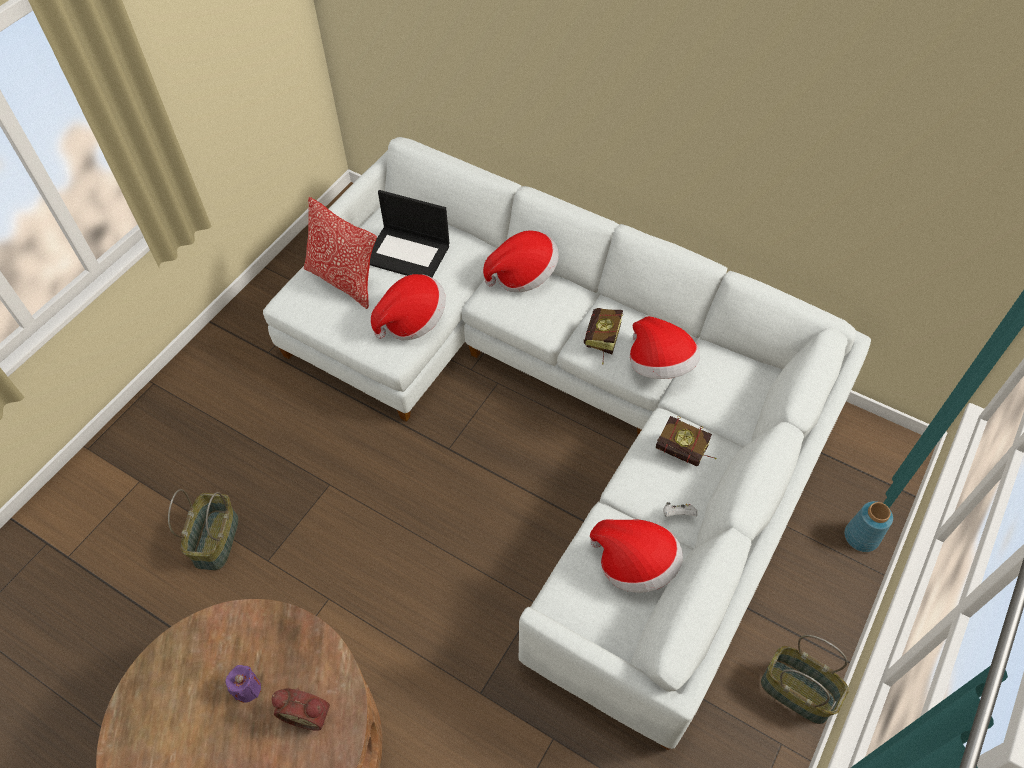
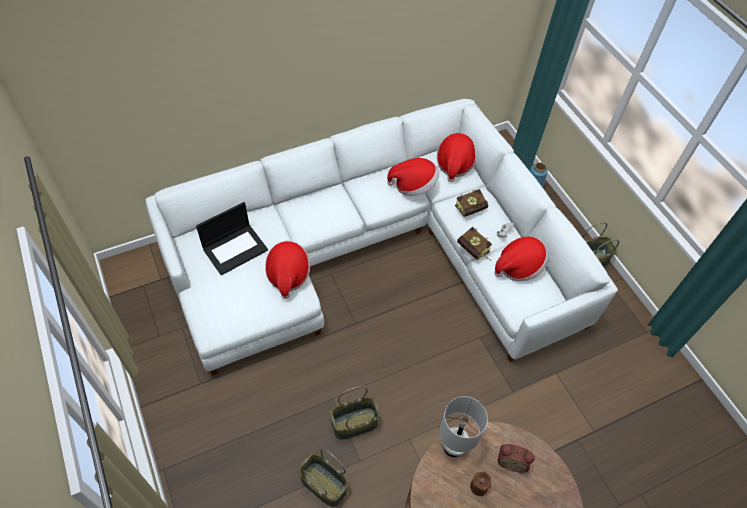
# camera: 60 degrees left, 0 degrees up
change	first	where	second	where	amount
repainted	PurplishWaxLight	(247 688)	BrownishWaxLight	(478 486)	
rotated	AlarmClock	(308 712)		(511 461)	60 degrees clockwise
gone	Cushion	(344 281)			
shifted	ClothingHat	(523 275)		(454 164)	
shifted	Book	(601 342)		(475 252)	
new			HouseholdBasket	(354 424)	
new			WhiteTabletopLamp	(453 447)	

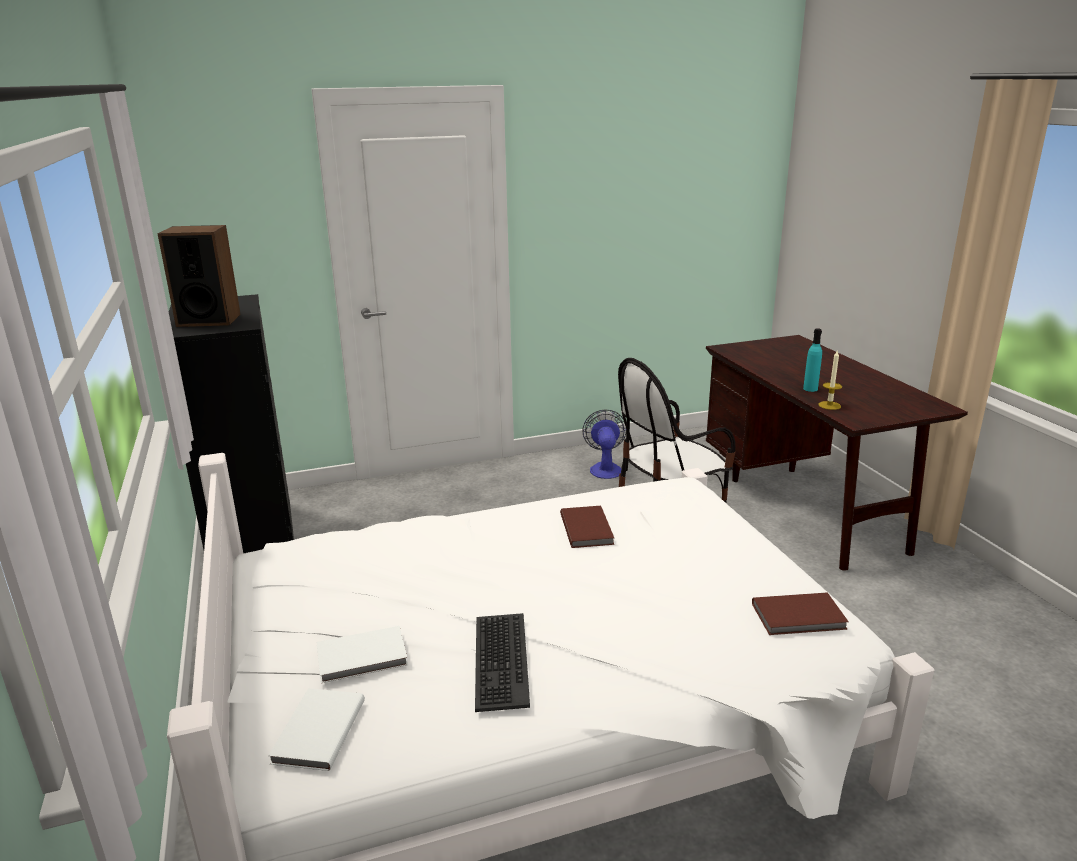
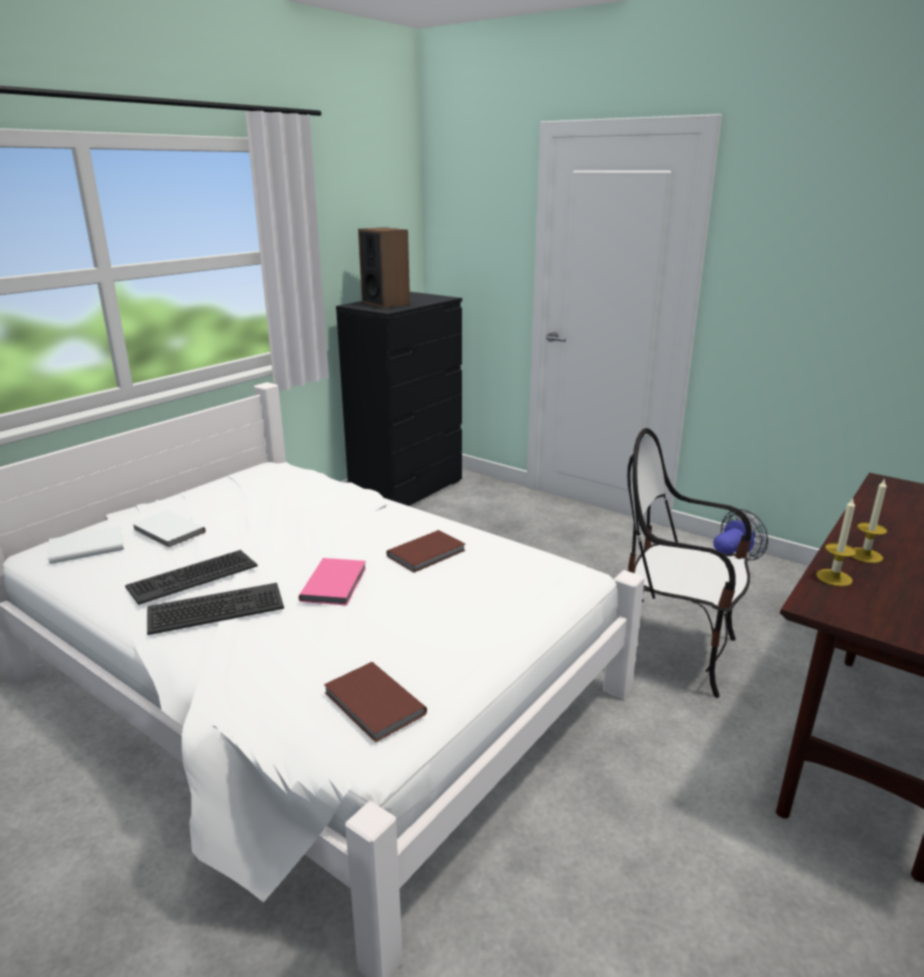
# camera: 55 degrees right, 0 degrees up
change	first	where	second	where	amount
swapped	BlueGreenBeverageBottle	(810 389)	WaxLight	(865 555)	
new			PcKeyboard	(216 610)	
new			PinkColouredBook	(336 583)	

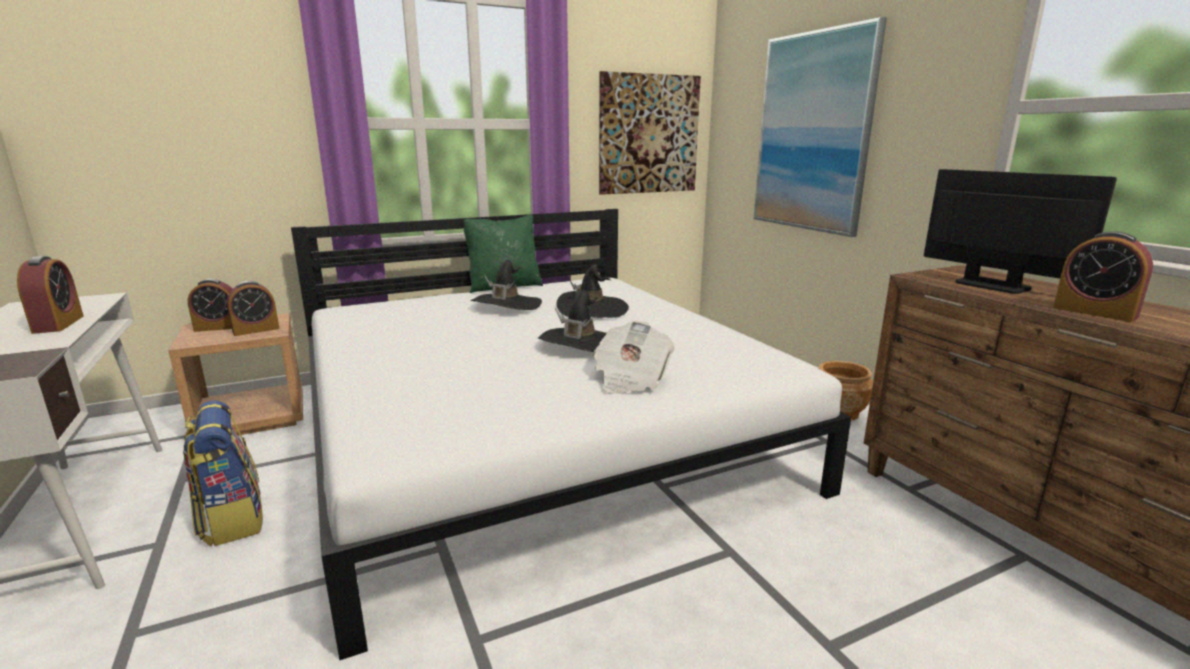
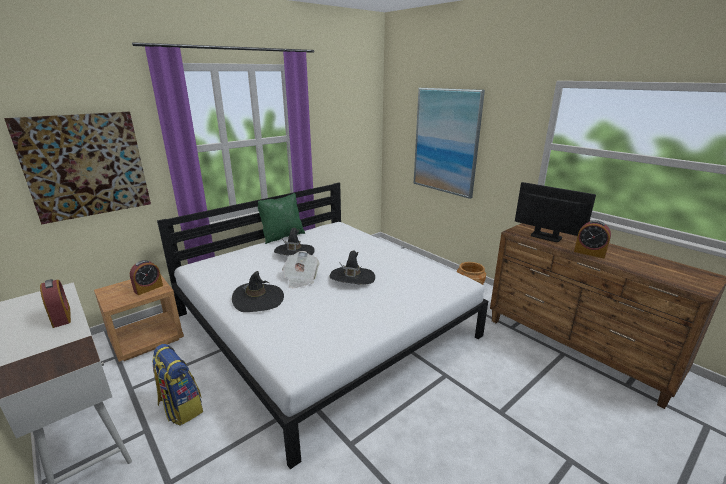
# camera: 15 degrees left, 5 degrees up
change	first	where	second	where	amount
gone	AlarmClock	(218 327)			
shifted	BlackColouredClothingHat	(592 309)		(258 299)	
shifted	PrintedPaper	(630 378)		(300 279)	
shifted	WallPicture	(649 134)		(86 166)	

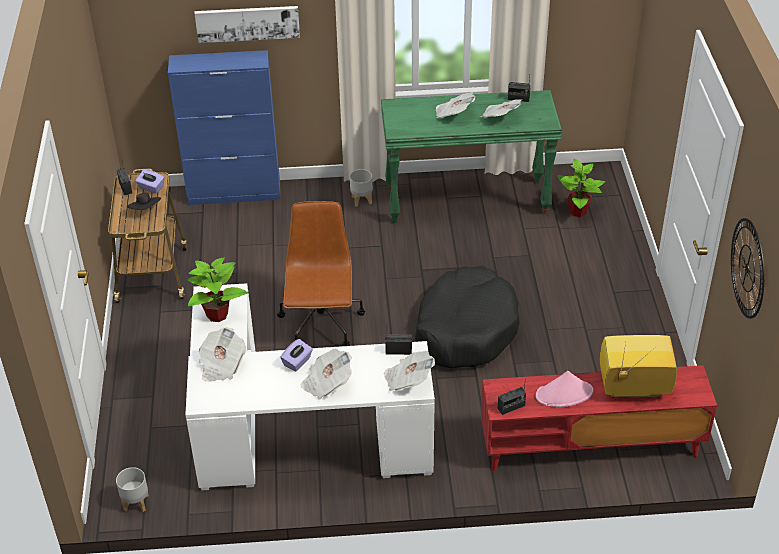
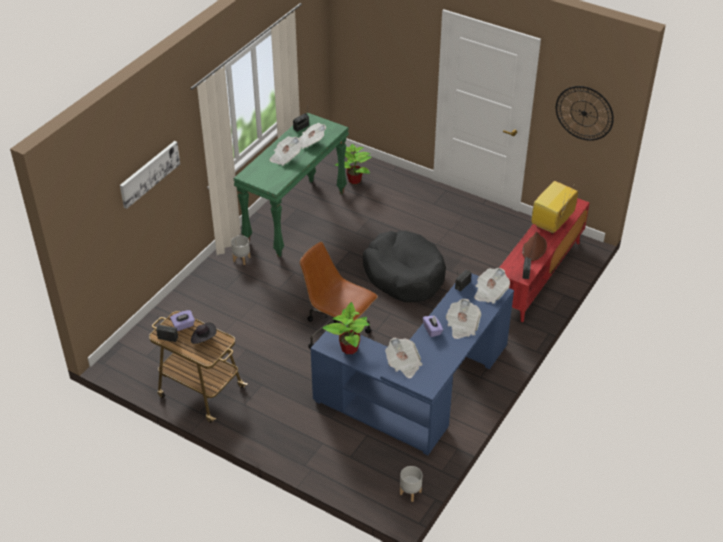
# camera: 55 degrees left, 0 degrees up
change	first	where	second	where	amount
gone	BluishStorageCabinet	(235 193)			
repainted	WhiteDeskUnit	(291 437)	BluishDeskUnit	(421 393)	
repainted	PinkColouredClothingHat	(564 394)	BrownishClothingHat	(534 248)	

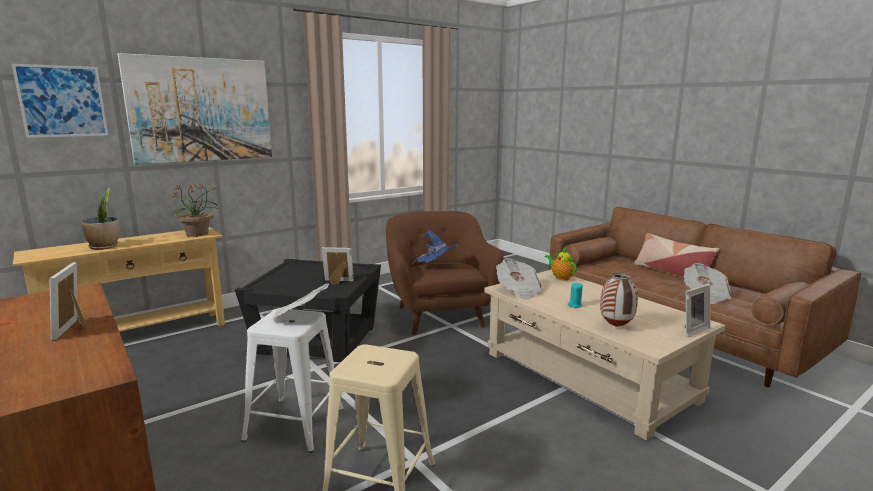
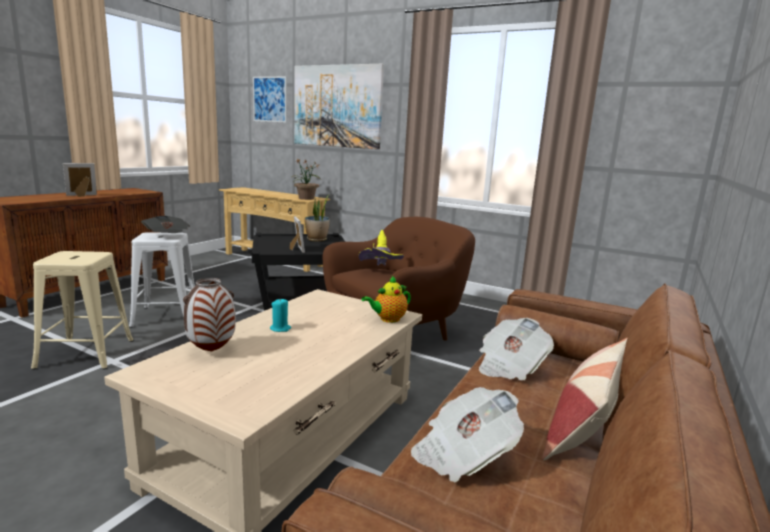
# camera: 65 degrees right, 0 degrees up
change	first	where	second	where	amount
shifted	PottedPlant	(104 247)		(317 239)	
repainted	BluishClothingHat	(437 267)	YellowishClothingHat	(380 273)	
shifted	PrintedPaper	(518 291)		(509 366)	
rotated	TeaPot	(561 277)		(388 319)	150 degrees counterclockwise
gone	PhotoFrame	(691 330)			

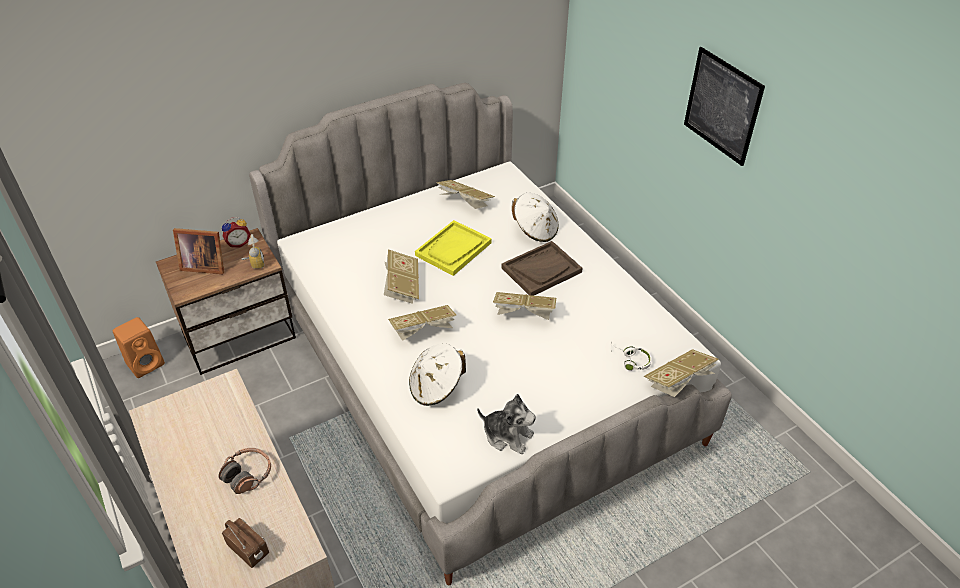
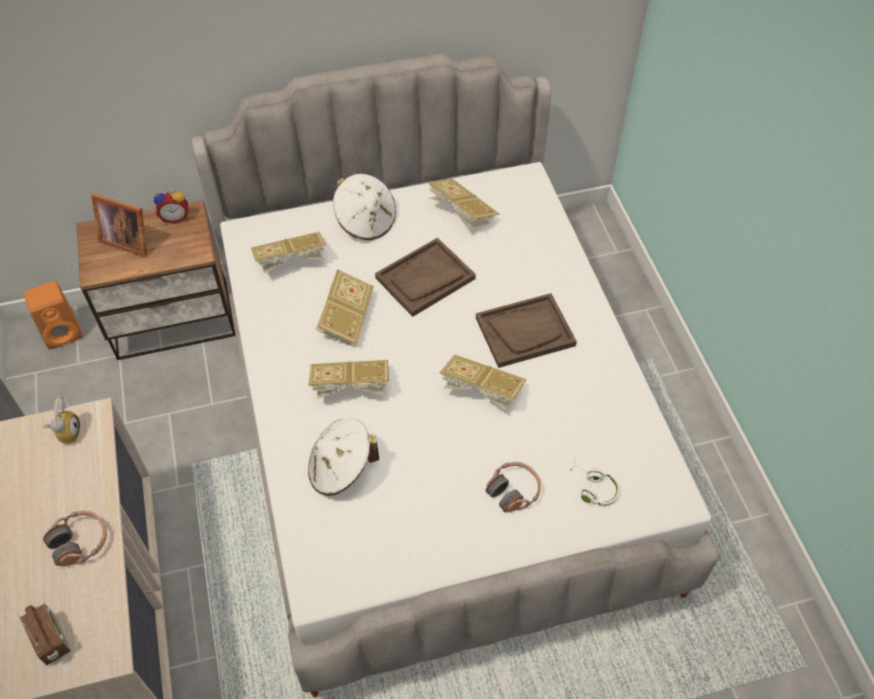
# camera: 15 degrees right, 10 degrees up
change	first	where	second	where	amount
shifted	AlarmClock	(254 264)		(66 432)	
repainted	YellowishCarryingTray	(453 249)	BrownishCarryingTray	(425 279)	
gone	SoftToy	(507 435)			
shifted	WhiteClothingHat	(535 230)		(366 221)	
shifted	Book	(679 382)		(291 262)	
gone	WallPicture	(722 106)			
new			PairOfHeadphones	(513 491)	

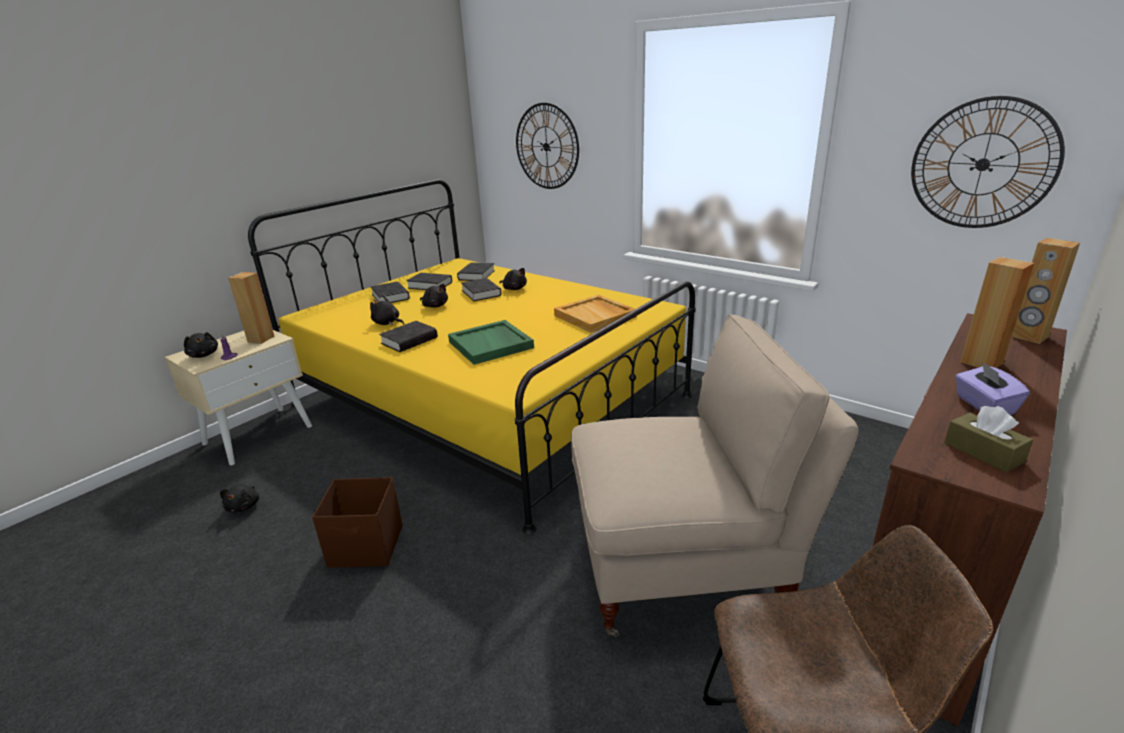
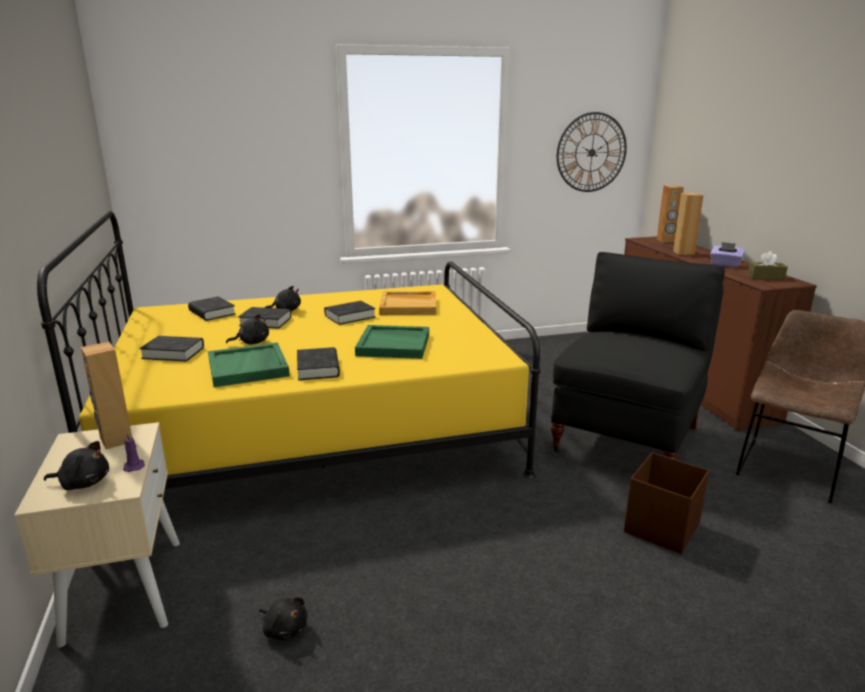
# camera: 55 degrees left, 5 degrees down
change	first	where	second	where	amount
shifted	BrownishStorageBox	(367 547)		(662 527)	
swapped	BlackColouredSoftToy	(387 323)	GreenColouredCarryingTray	(249 368)	
shifted	BlackColouredBook	(430 285)		(350 316)	
gone	HangingClock	(546 146)			
repainted	SandColouredUprightChair	(684 568)	BlackColouredUprightChair	(627 438)	

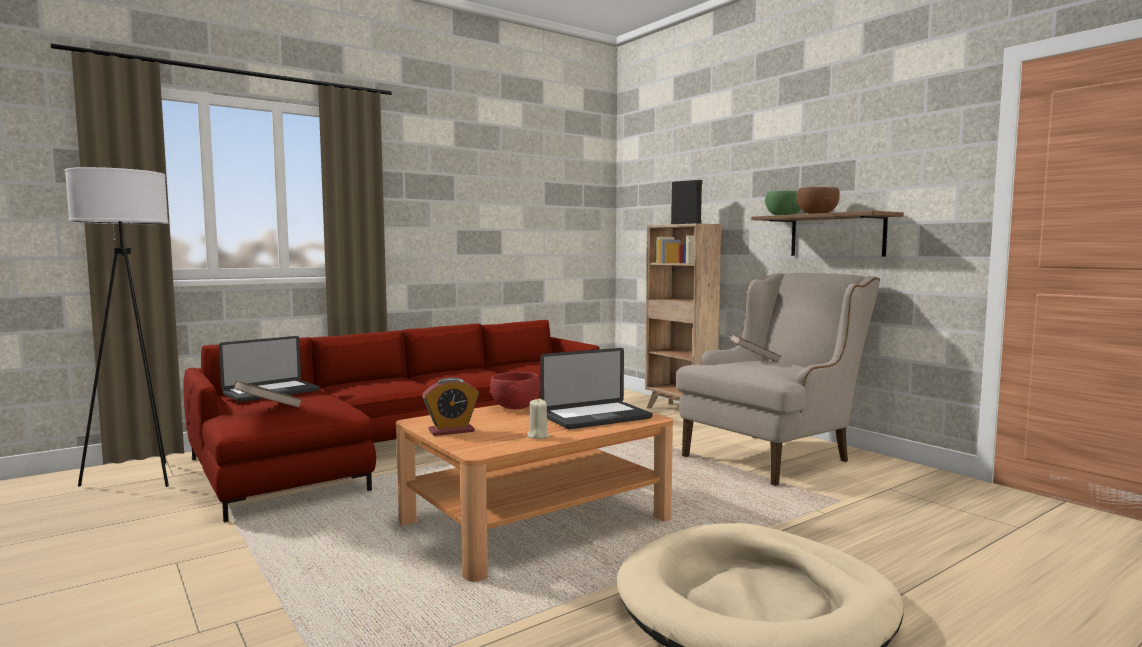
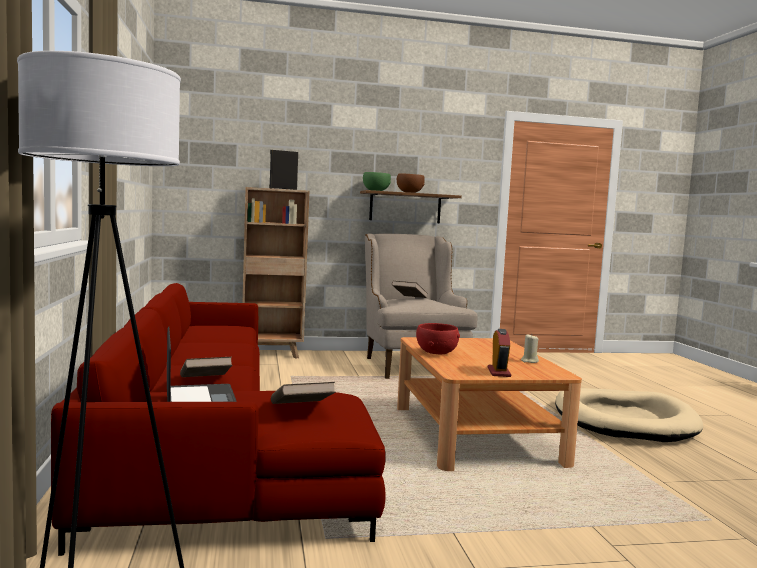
# camera: 65 degrees left, 0 degrees up
change	first	where	second	where	amount
gone	NotebookComputer	(596 417)			
new			BrownishBook	(205 382)	

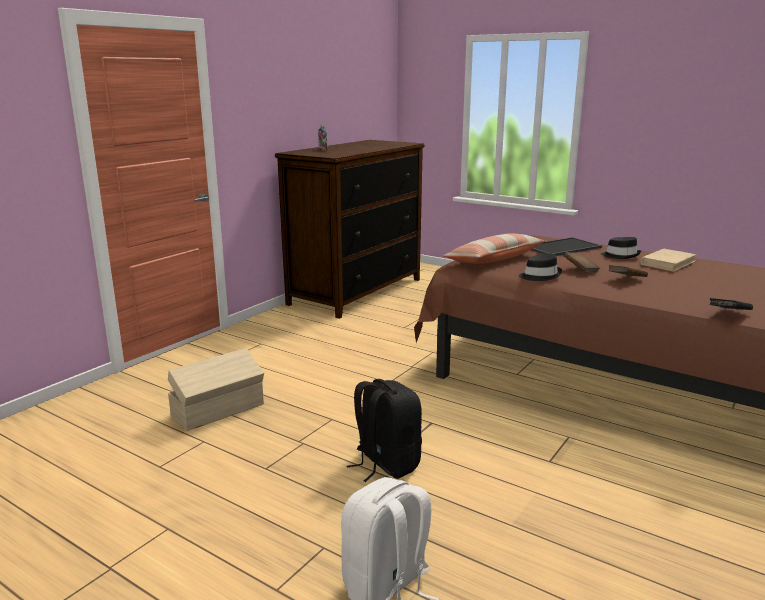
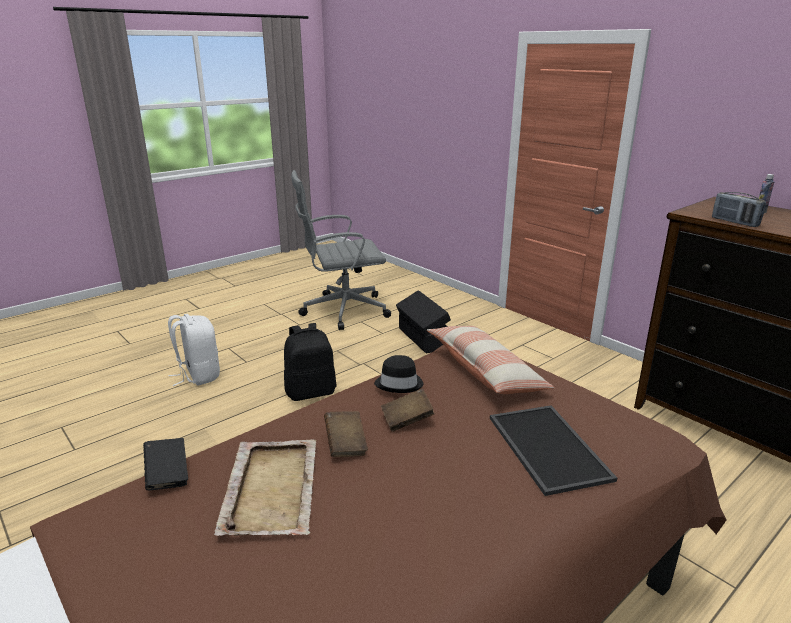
# camera: 105 degrees right, 5 degrees up
change	first	where	second	where	amount
repainted	SandColouredStorageBox	(219 410)	BlackColouredStorageBox	(424 338)	
gone	BlackColouredClothingHat	(620 255)			
gone	SandColouredBook	(668 263)			
new			SandColouredCarryingTray	(272 488)	
new			GreyishComputerChair	(342 310)	
new			Radio	(734 222)	

